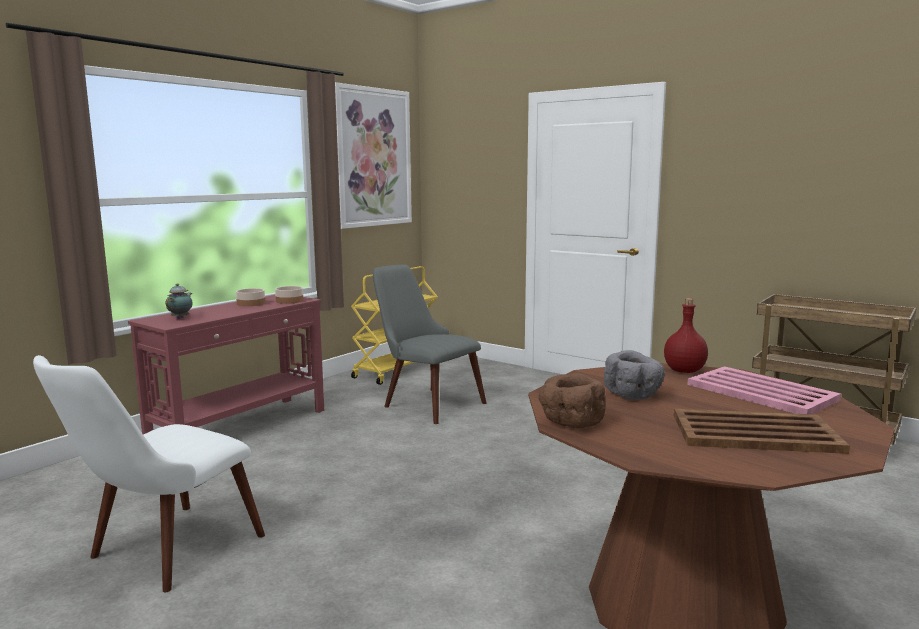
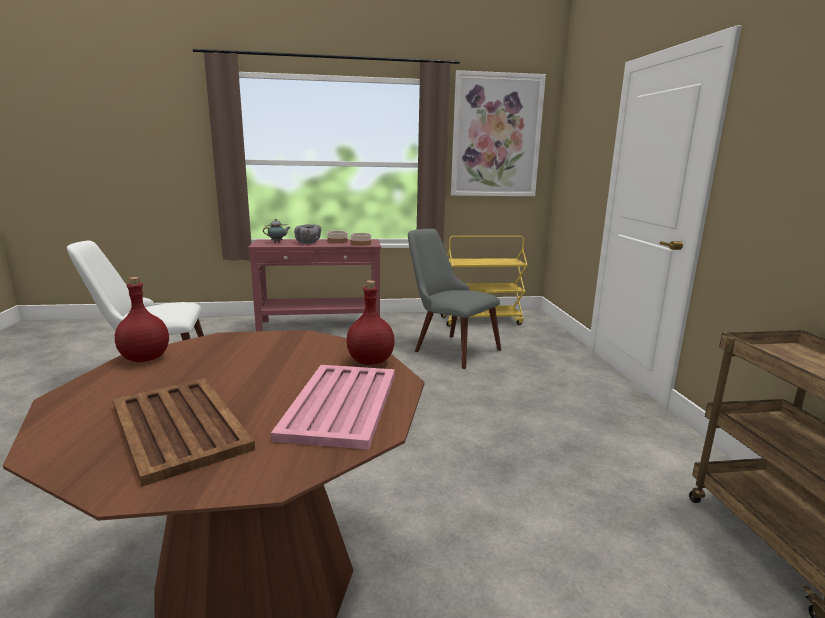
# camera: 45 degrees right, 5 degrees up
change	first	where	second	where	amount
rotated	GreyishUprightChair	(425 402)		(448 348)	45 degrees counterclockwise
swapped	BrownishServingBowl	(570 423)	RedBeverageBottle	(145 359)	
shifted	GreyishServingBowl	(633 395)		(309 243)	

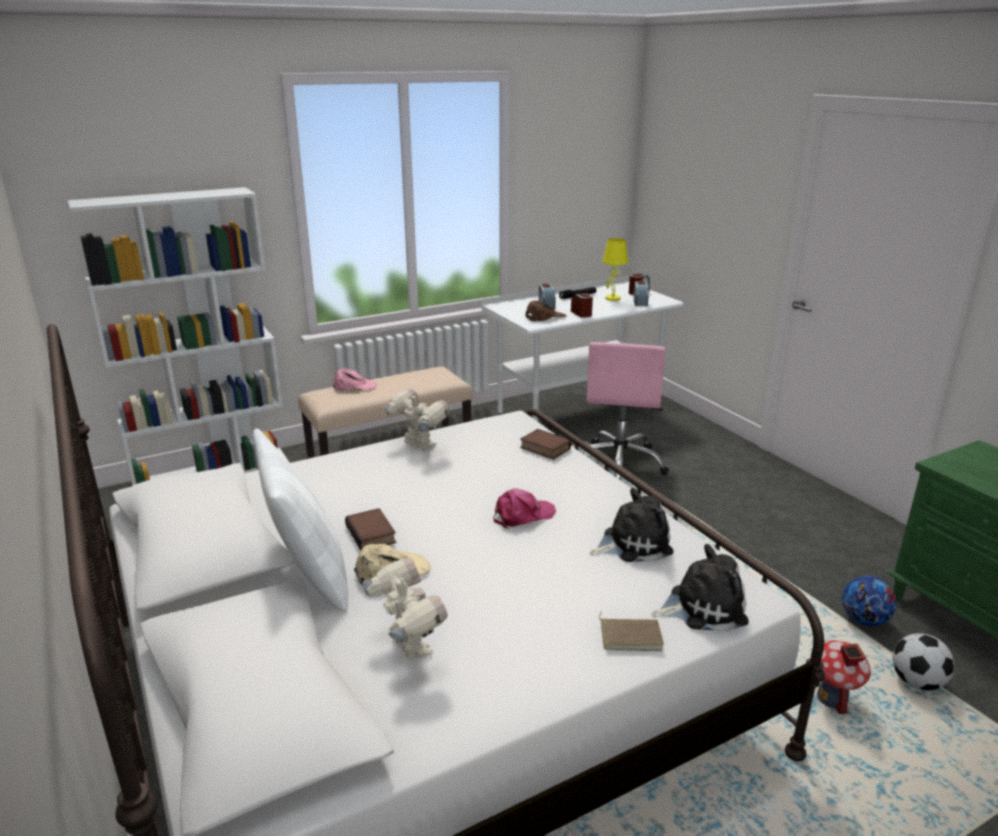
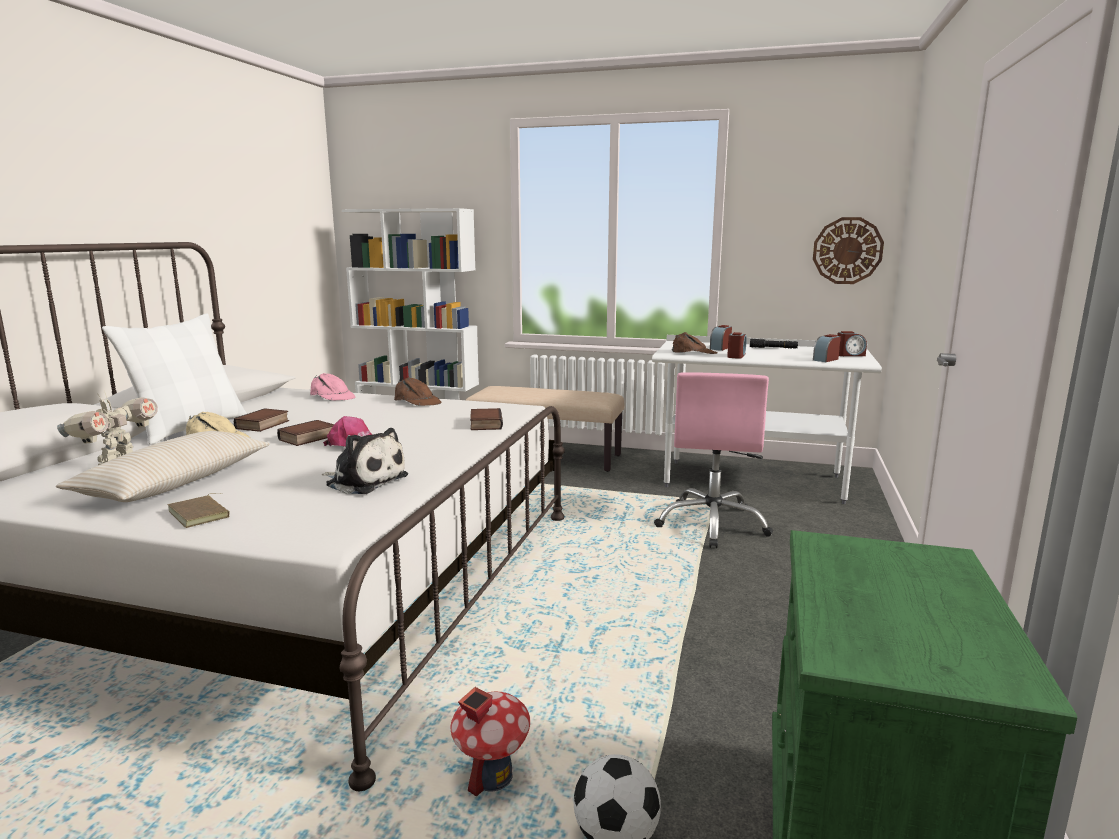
# camera: 45 degrees right, 10 degrees down
change	first	where	second	where	amount
shifted	PinkColouredPeakedCap	(354 386)		(332 396)	
swapped	RobotFigure	(418 445)	BrownishPeakedCap	(417 401)	
rotated	PinkColouredComputerChair	(619 463)		(712 524)	45 degrees counterclockwise
gone	YellowishTabletopLamp	(612 298)			
gone	SoftToy	(702 607)			
gone	FootballBall	(864 620)			
new			SandColouredCushion	(175 482)	
new			Book	(308 438)	
new			HangingClock	(847 250)	

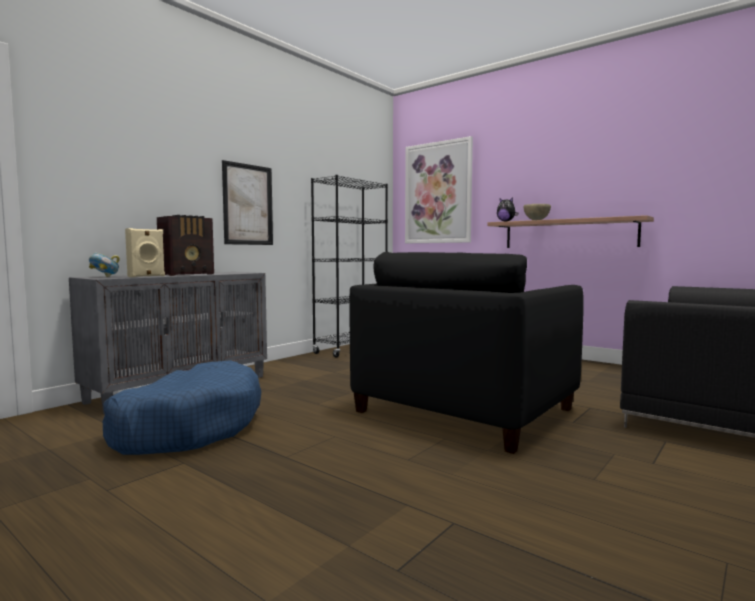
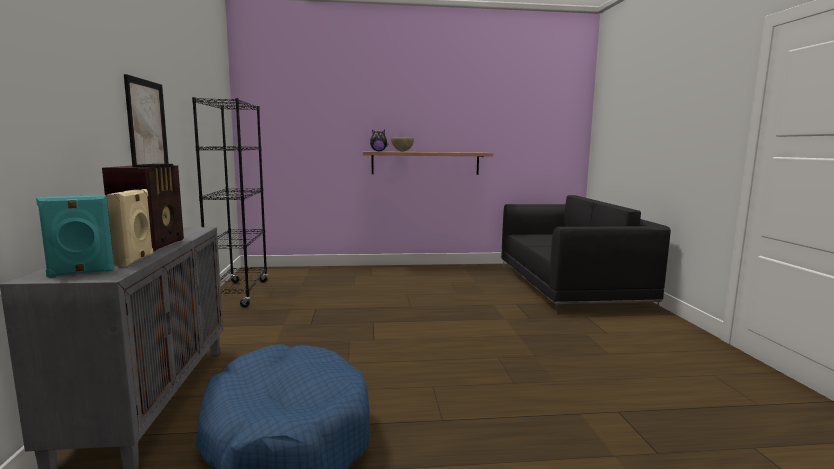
# camera: 45 degrees left, 5 degrees up
change	first	where	second	where	amount
swapped	ServingBowl	(105 277)	BlueGreenSpeaker	(81 273)	
gone	BlackColouredLoungeChair	(464 410)			
gone	WallPicture	(438 193)			

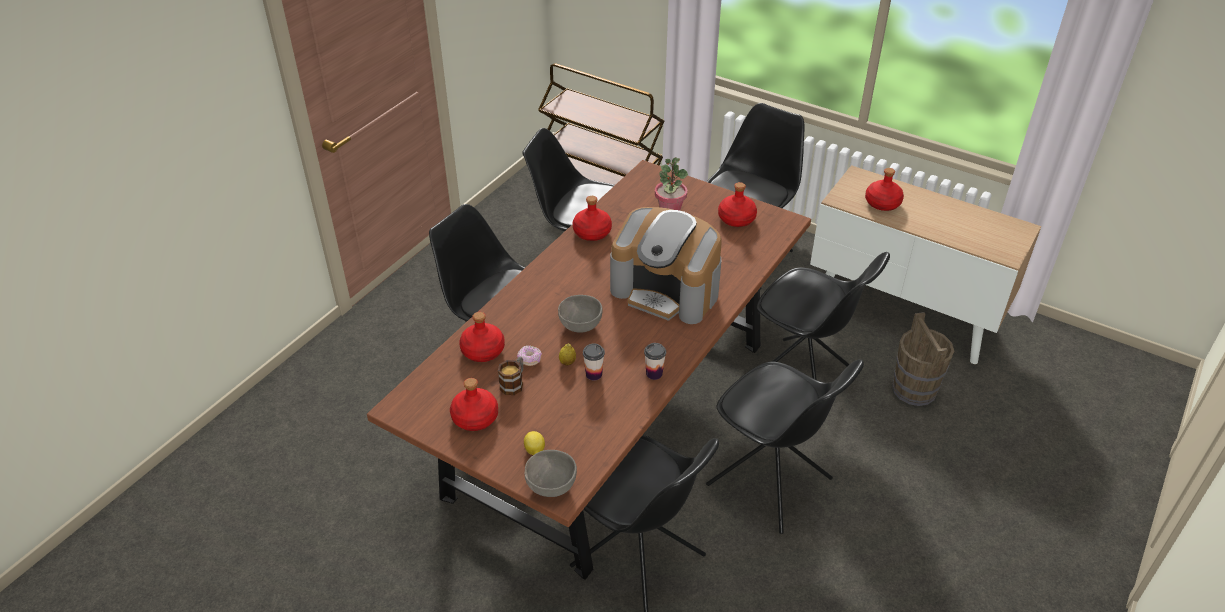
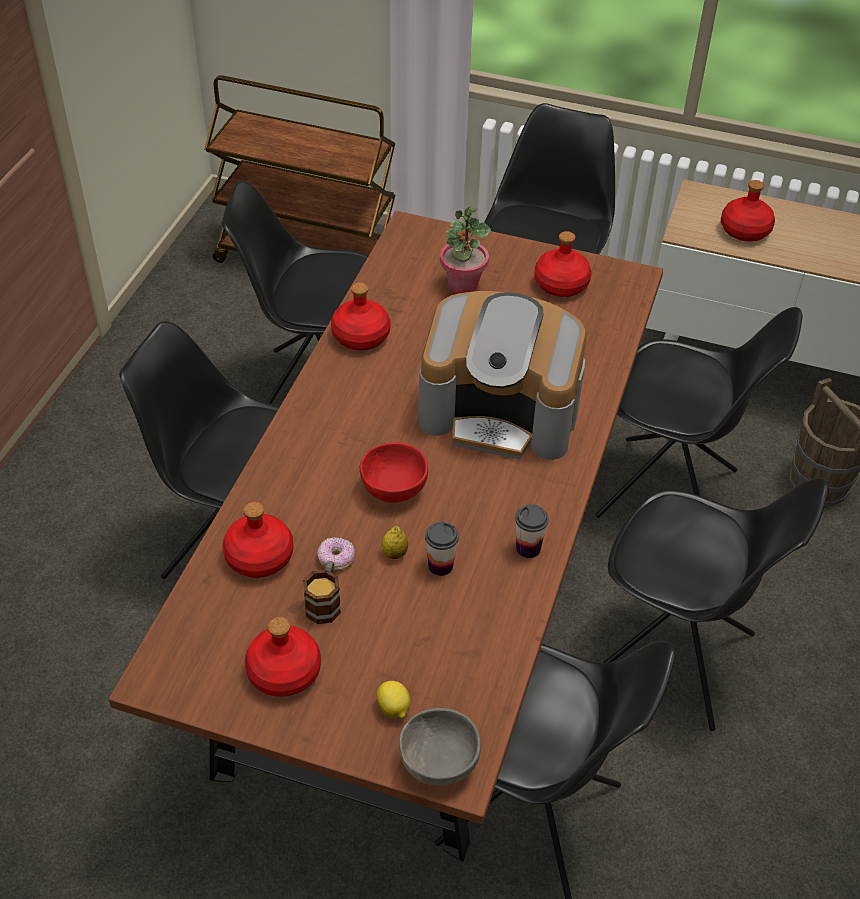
# camera: 15 degrees left, 5 degrees up
change	first	where	second	where	amount
repainted	GreyishServingBowl	(580 325)	RedServingBowl	(393 489)	

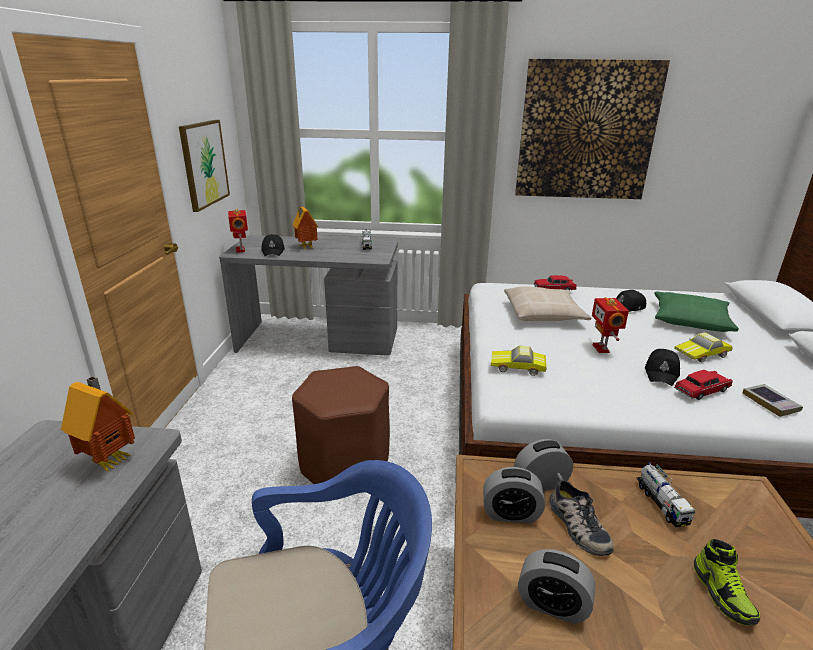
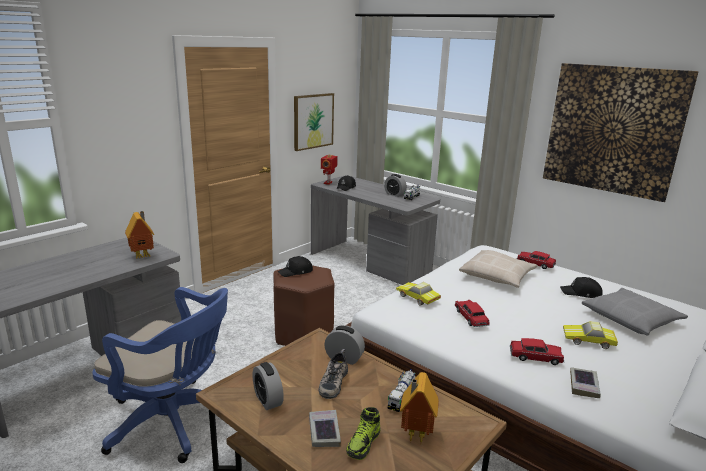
# camera: 35 degrees right, 5 degrees down
change	first	where	second	where	amount
shifted	ModelHouse	(305 247)		(414 434)	
shifted	AlarmClock	(511 514)		(394 194)	
gone	RobotFigure	(602 348)			
shifted	BlackColouredPeakedCap	(662 373)		(296 272)	
repainted	GreenColouredCushion	(690 320)	GreyishCushion	(631 319)	
new			Book	(324 431)	
new			RedModelCar	(470 318)	

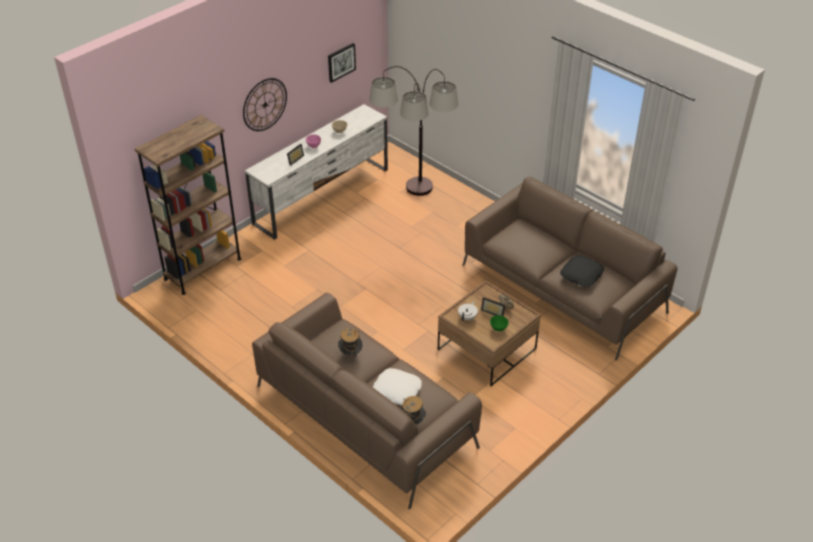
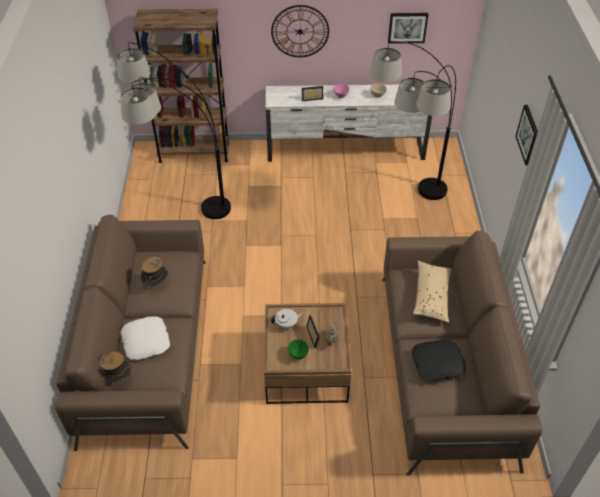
# camera: 45 degrees right, 5 degrees up
change	first	where	second	where	amount
new			StandardLamp	(179 214)	
new			SandColouredCushion	(431 296)	
new			WallPicture	(528 135)	

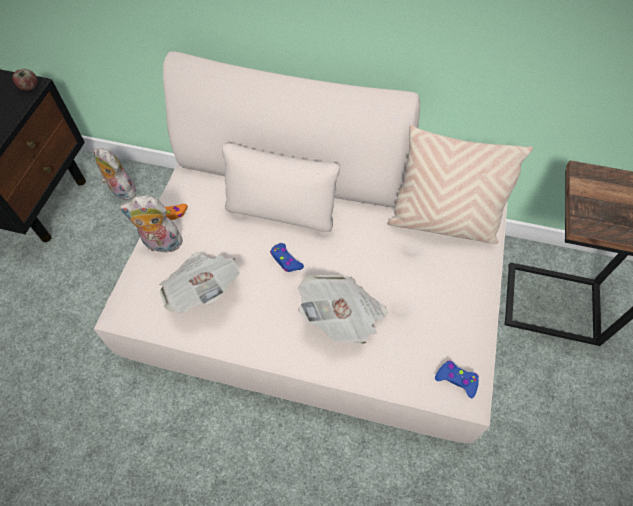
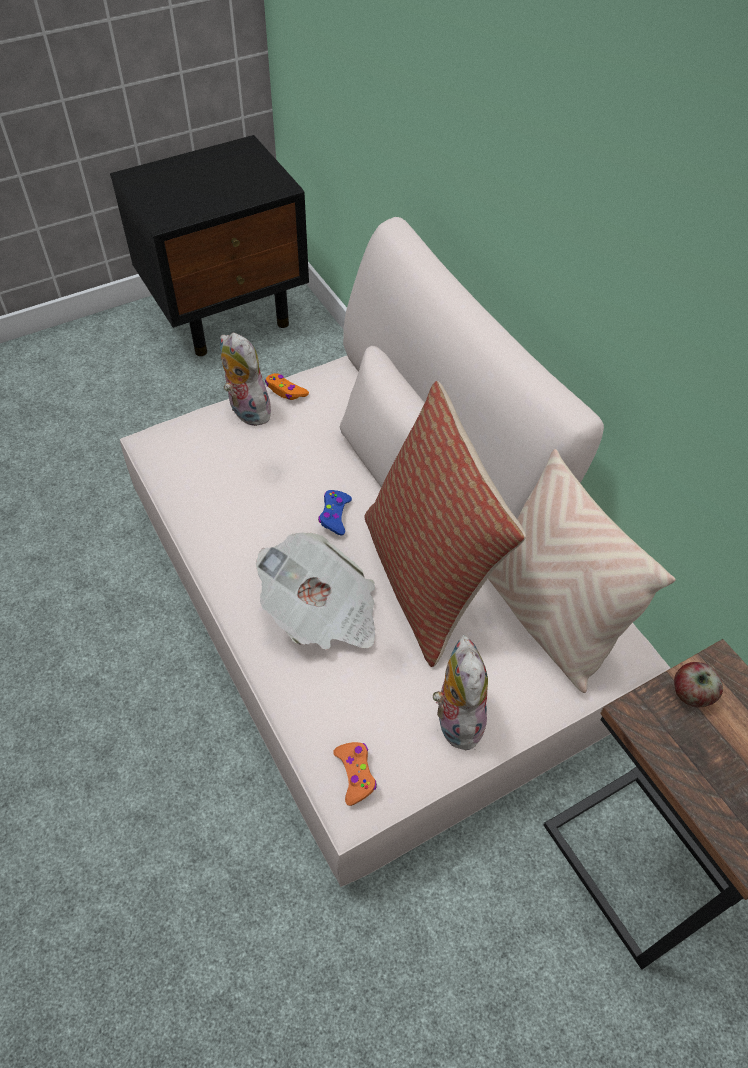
# camera: 45 degrees right, 5 degrees down
change	first	where	second	where	amount
shifted	AppleFruit	(29 88)		(690 694)	
shifted	SoftToy	(121 191)		(455 718)	
gone	PrintedPaper	(202 289)			
repainted	BluishGamepad	(456 380)	OrangeGamepad	(355 774)	
new			Cushion	(427 578)	

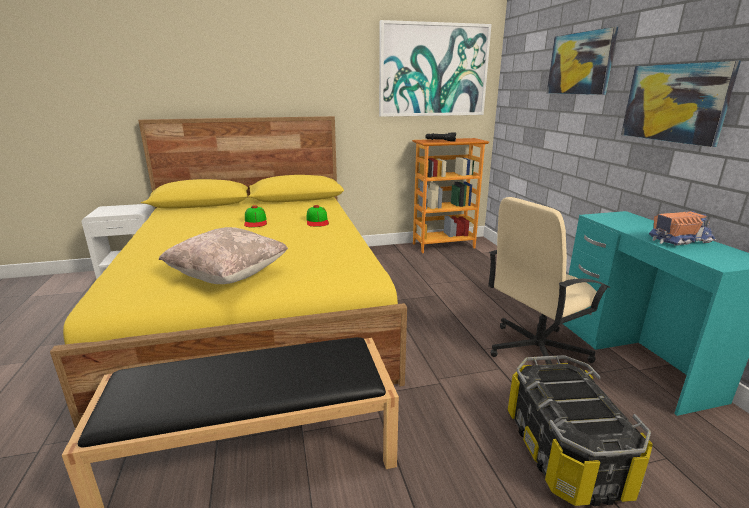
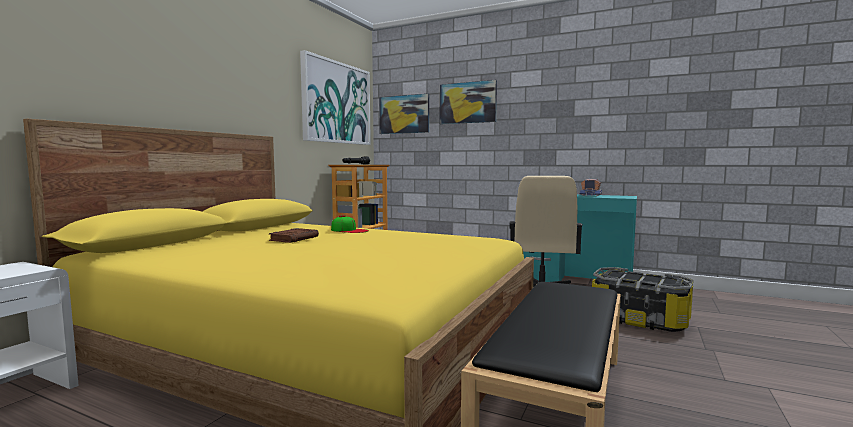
# camera: 50 degrees left, 15 degrees down
change	first	where	second	where	amount
gone	SandColouredCushion	(229 276)			
swapped	PeakedCap	(255 221)	BrownishBook	(294 238)	
shifted	WallPicture	(674 103)		(404 114)	

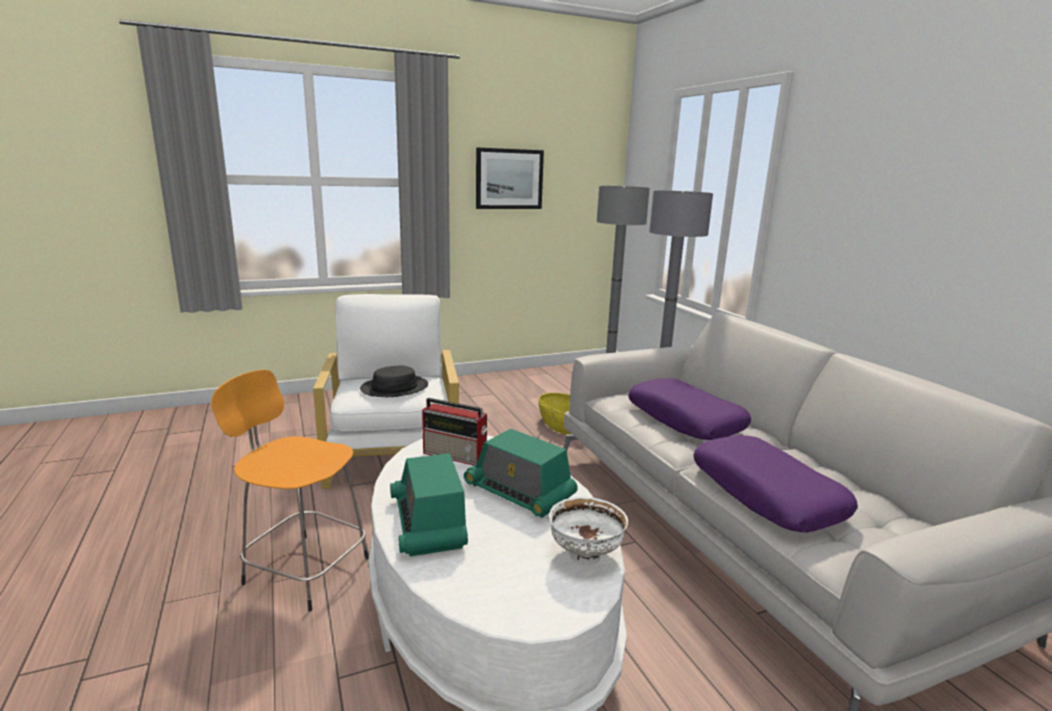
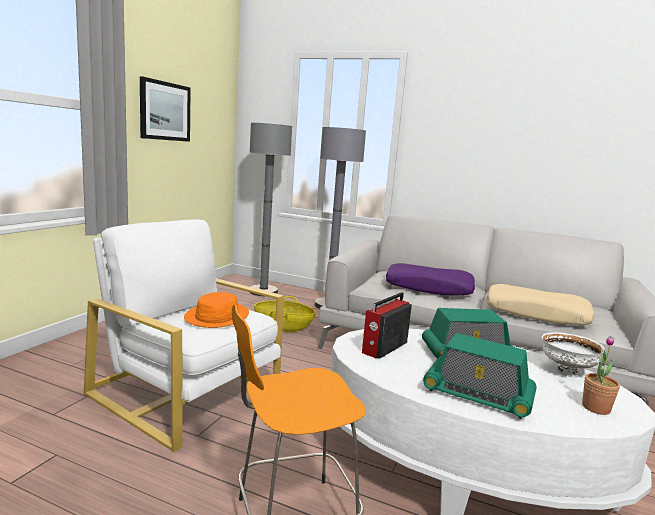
# camera: 45 degrees left, 5 degrees down
change	first	where	second	where	amount
repainted	BlackColouredClothingHat	(394 388)	OrangeClothingHat	(217 316)	
rotated	Radio	(456 455)		(383 348)	150 degrees clockwise
repainted	PurplishCushion	(766 494)	SandColouredCushion	(536 314)	
new			PottedPlant	(595 408)	

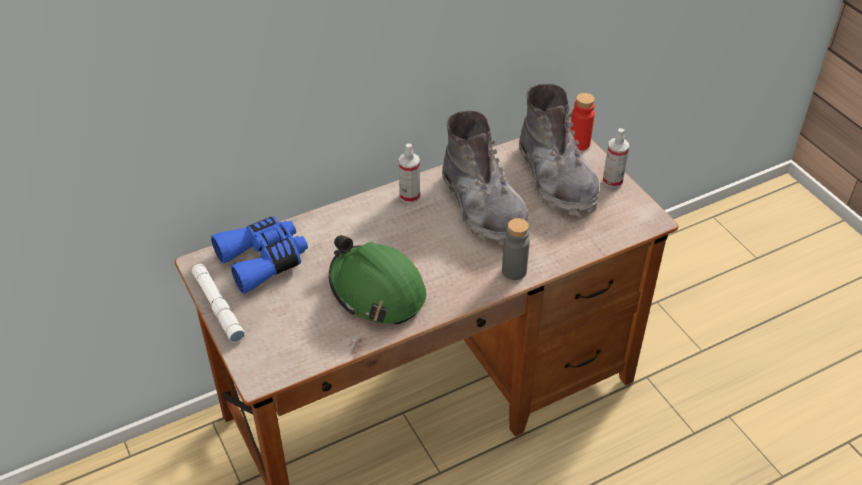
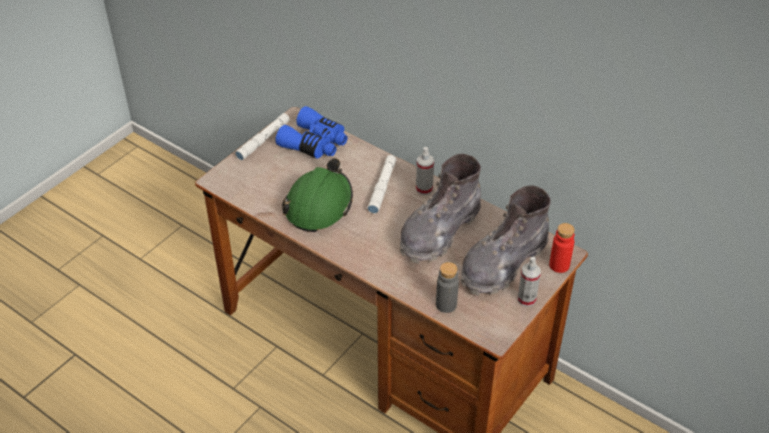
# camera: 65 degrees right, 0 degrees up
change	first	where	second	where	amount
shifted	GreyishBeverageBottle	(514 271)		(446 304)	
new			WhiteFlashlight	(382 187)	

